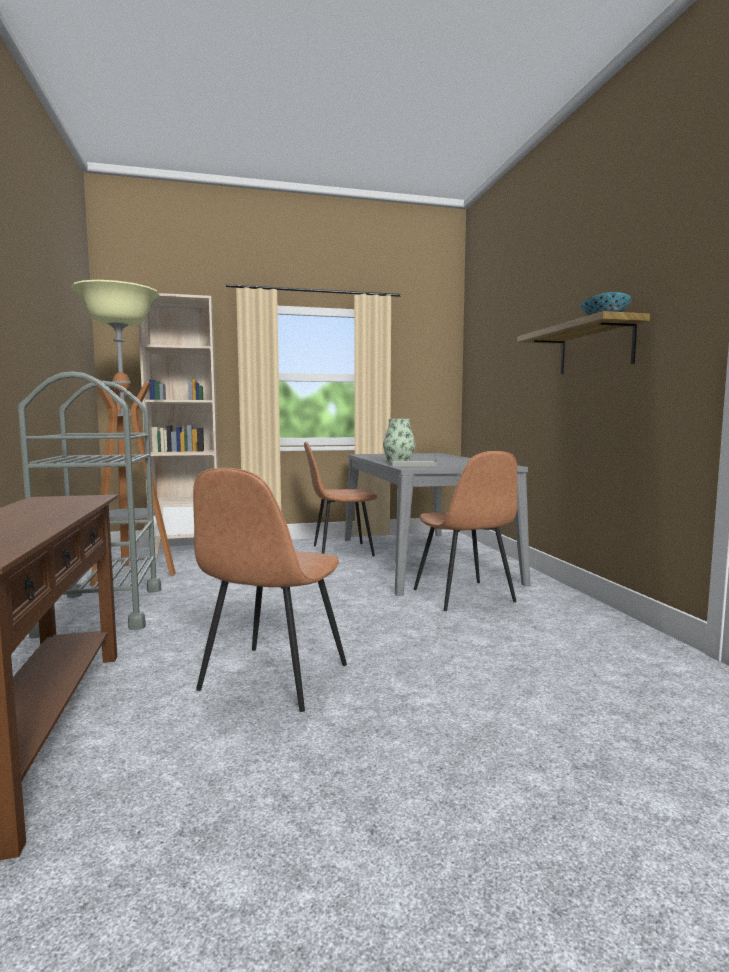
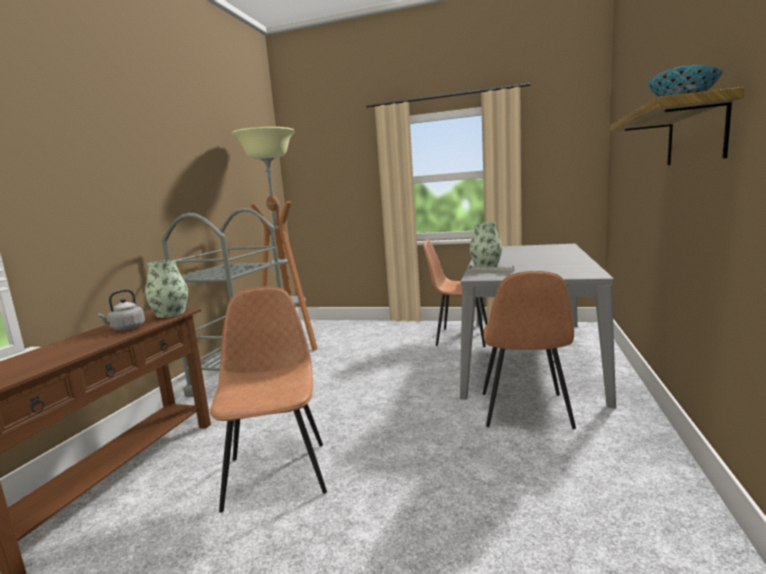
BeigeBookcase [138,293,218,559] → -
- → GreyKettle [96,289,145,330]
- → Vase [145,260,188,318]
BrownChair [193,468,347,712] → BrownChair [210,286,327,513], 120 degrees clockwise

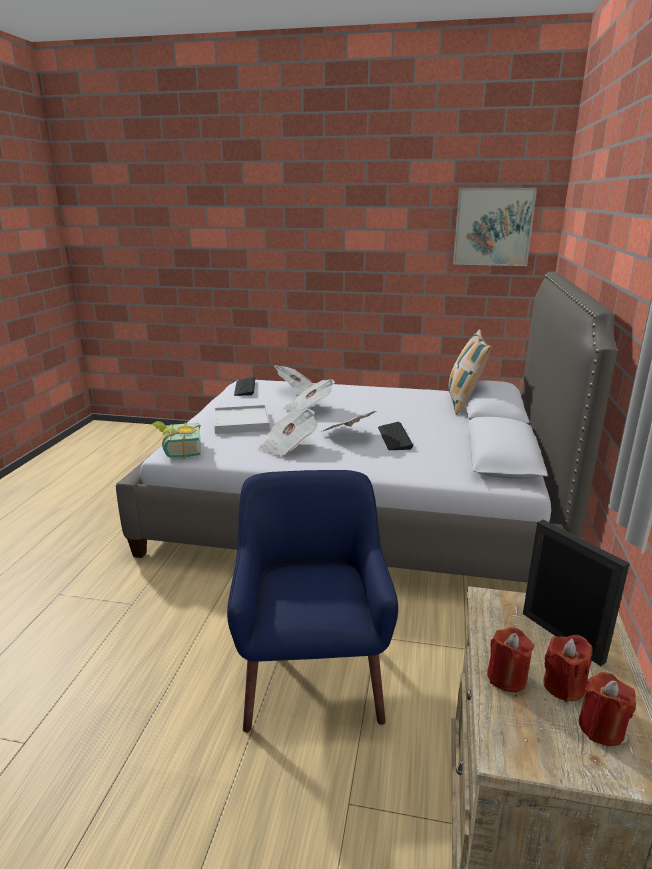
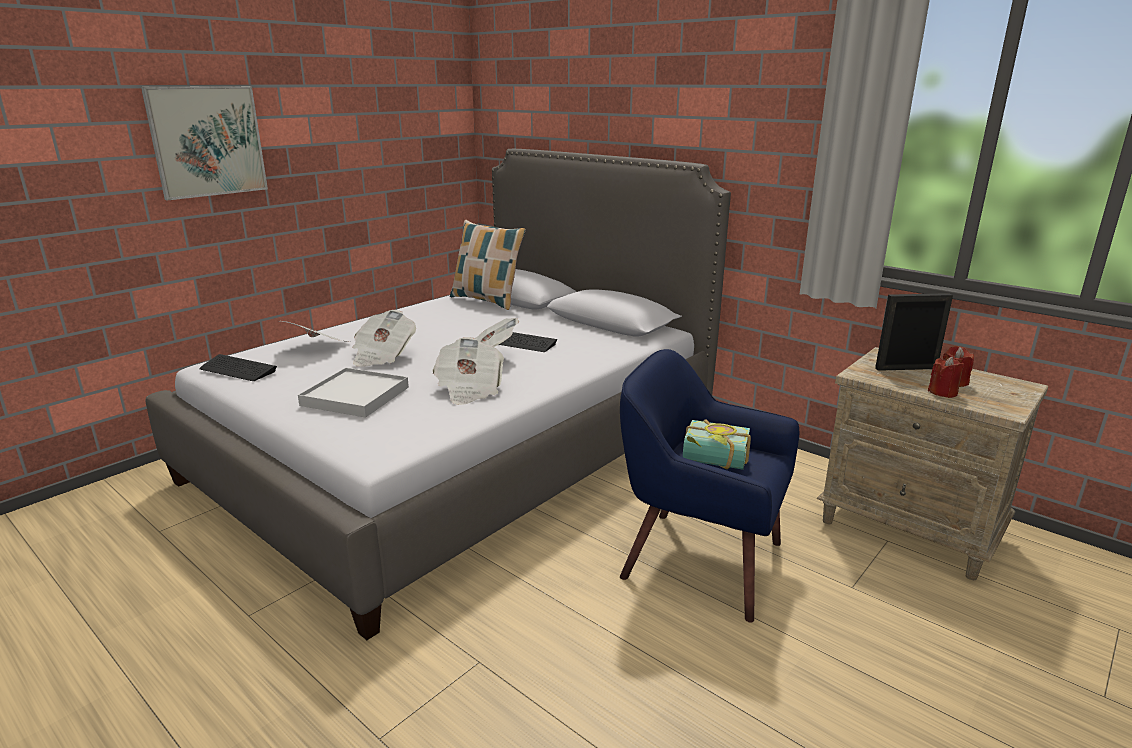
RedCandle [579,672,636,746] → -
Book [153,421,201,459] → Book [683,419,751,470], shifted
Picture [453,188,537,266] → Picture [141,86,268,200], shifted

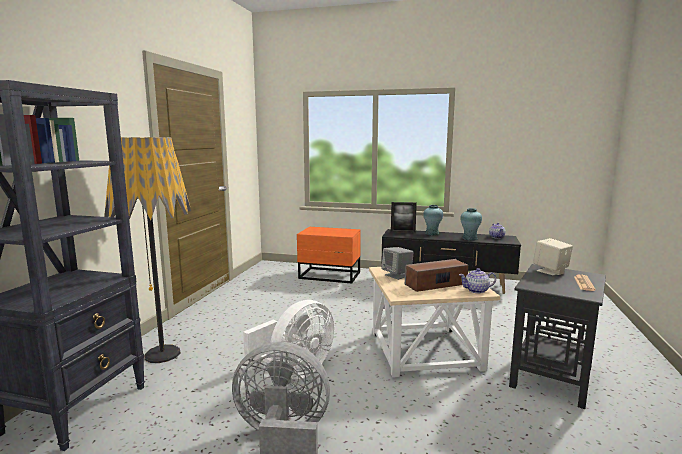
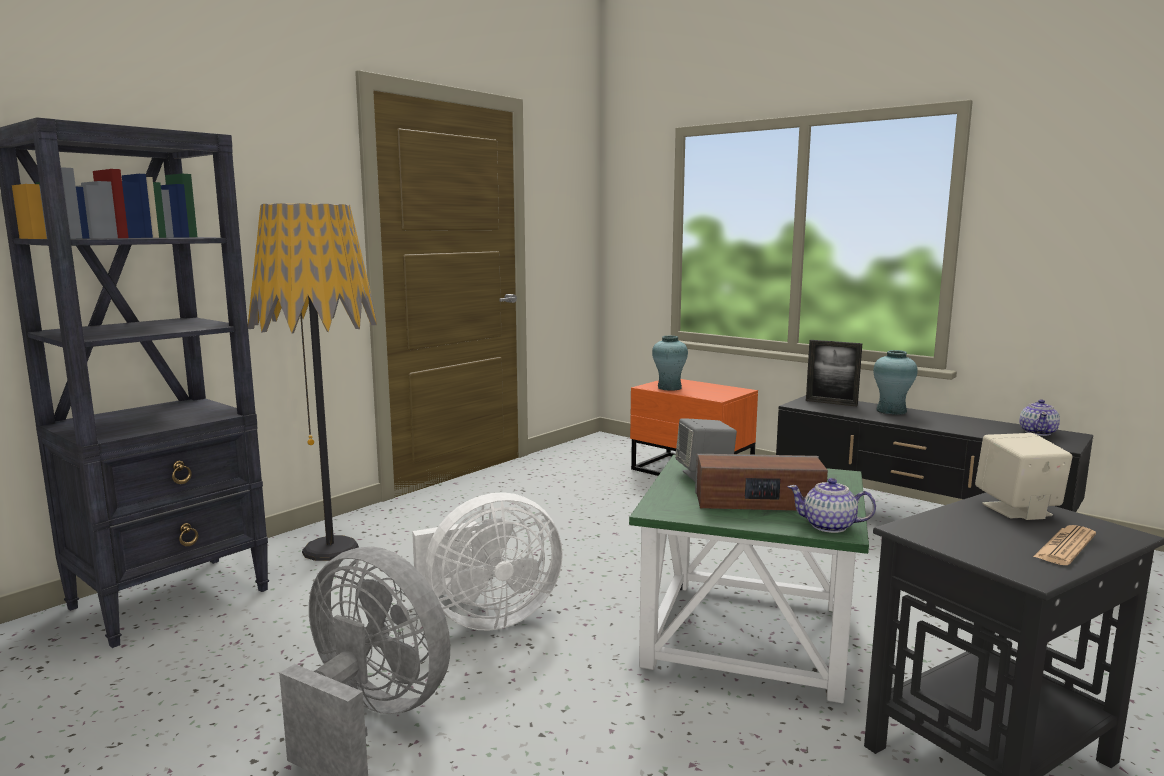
TurquoiseVase [460,208,482,241] → TurquoiseVase [652,336,688,391], shifted
BeigeSideTable [369,267,500,378] → GreenSideTable [629,455,869,703]

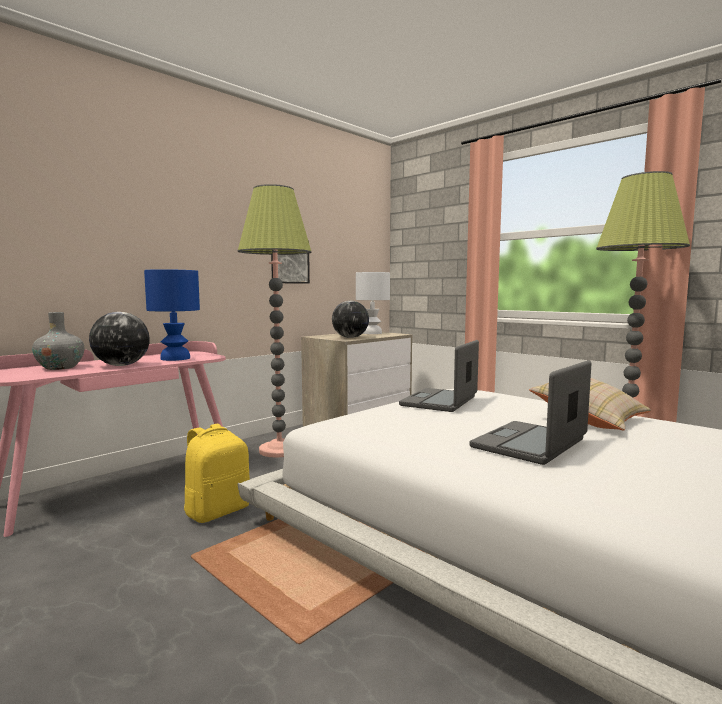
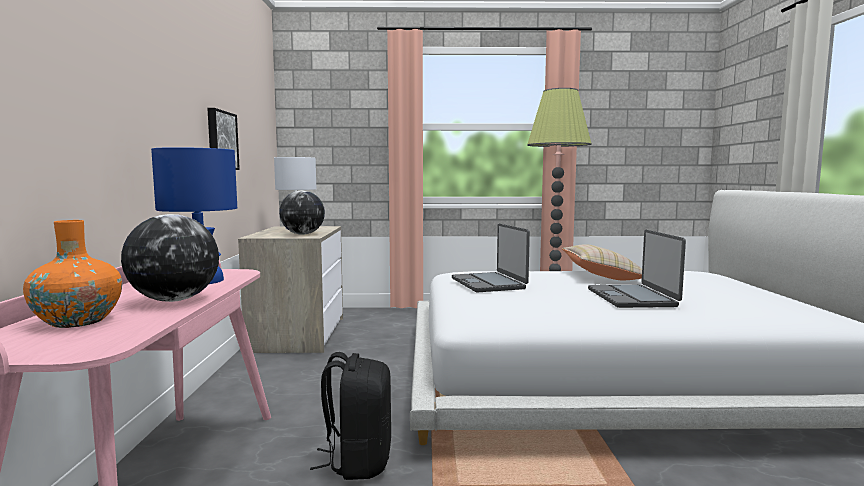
FloorLamp [238,184,312,458] → -
GreyVase [32,312,84,370] → OrangeVase [23,220,122,328]
YellowBackpack [184,424,250,523] → BlackBackpack [310,352,391,480]

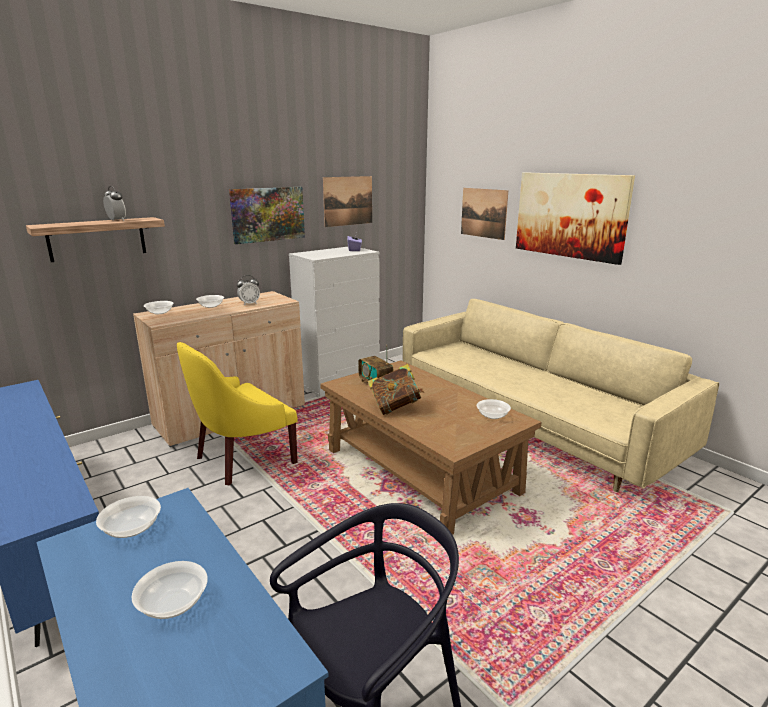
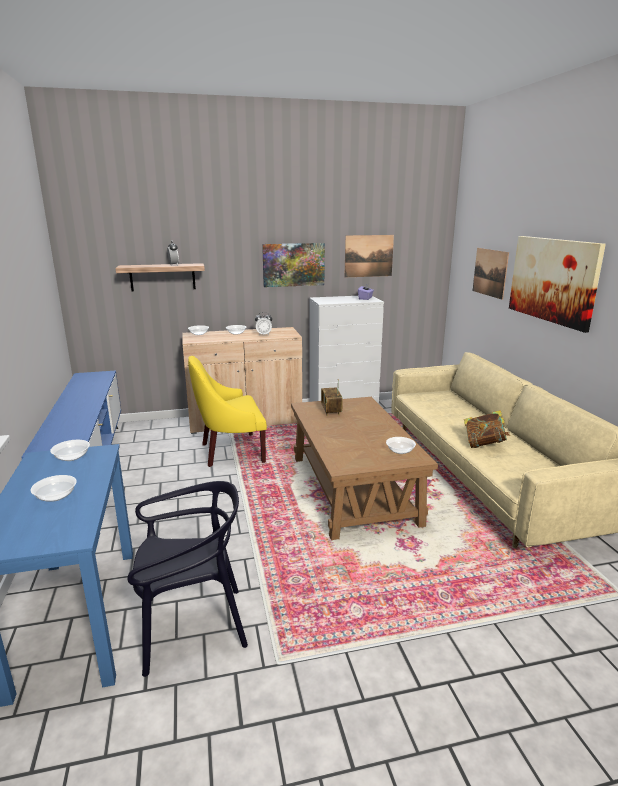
Book [368,364,424,415] → Book [464,410,510,448], shifted

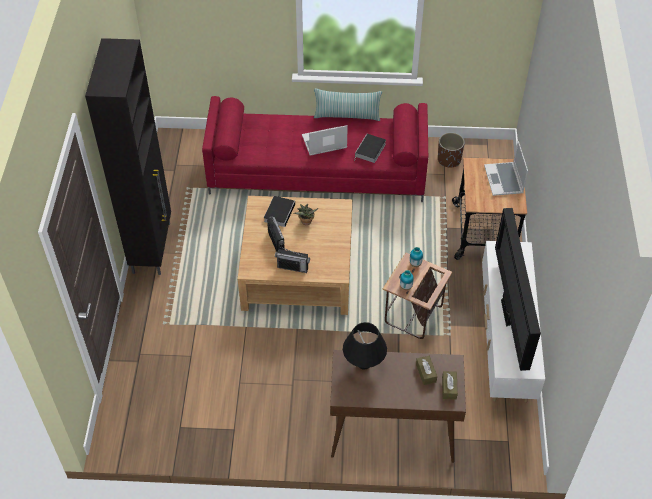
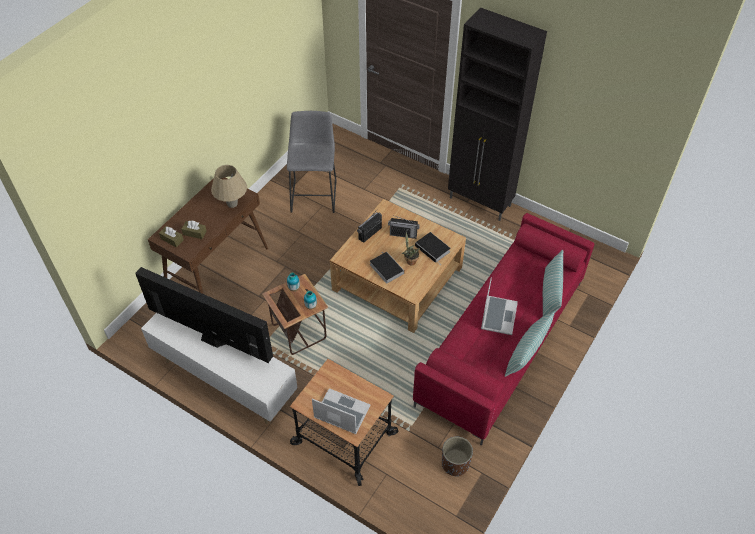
- → GreyStool [287,111,336,213]
- → Pillow [543,250,563,316]
Book [354,134,386,163] → Book [370,252,404,284], shifted
BlackTableLamp [343,322,387,370] → BeigeTableLamp [211,165,247,208]

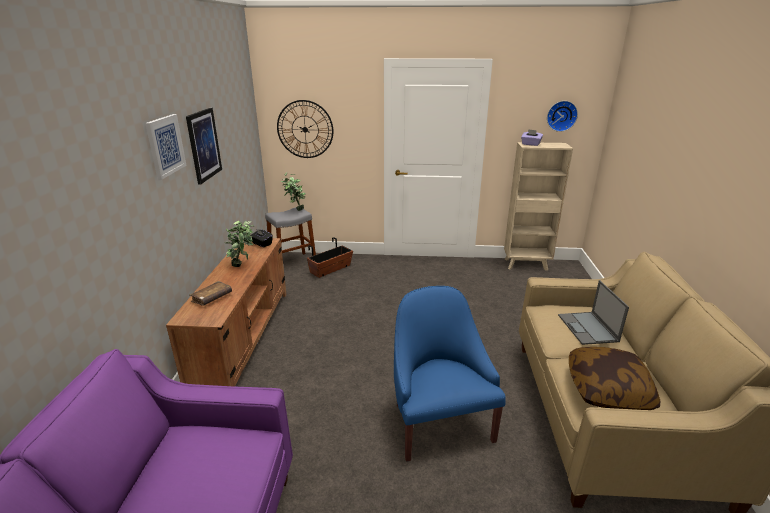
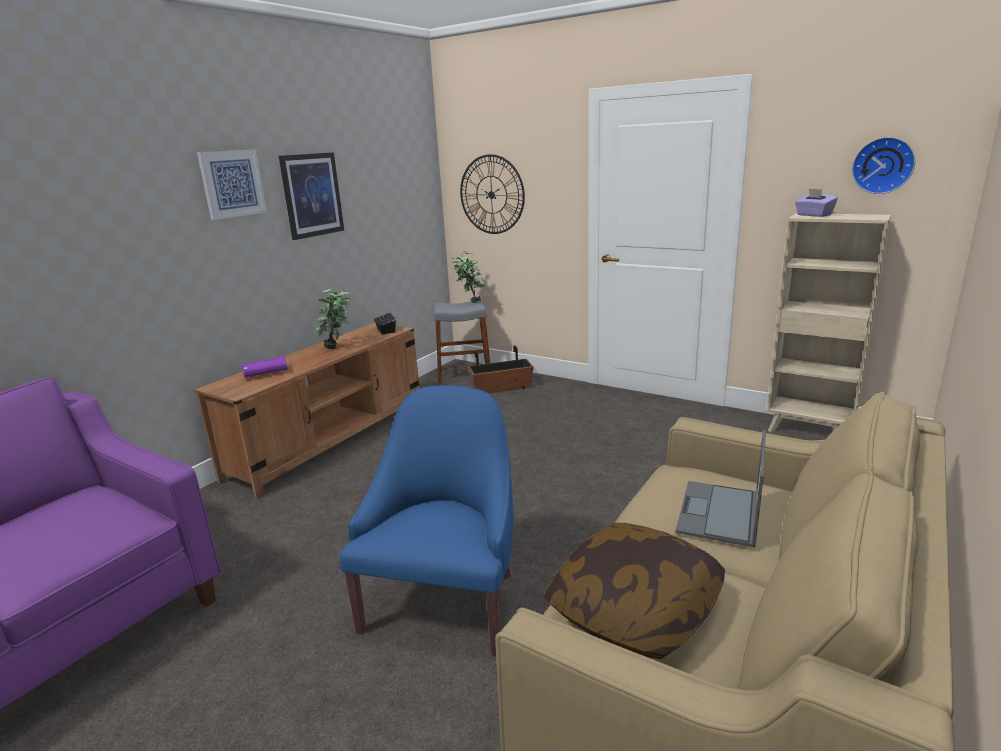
BrownBook [189,281,232,306] → PurpleBook [241,356,288,377]

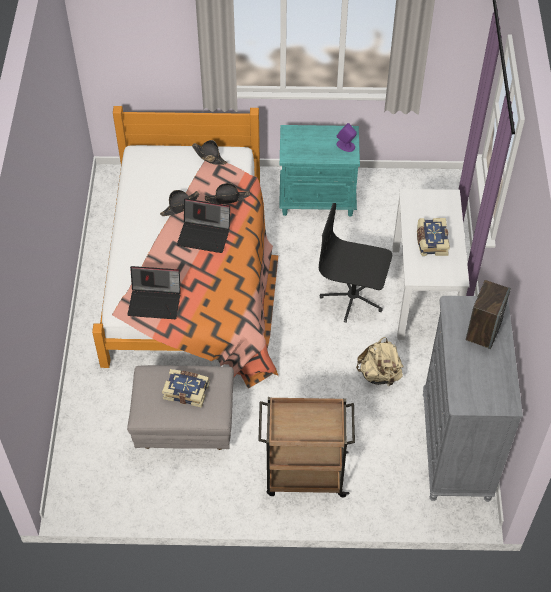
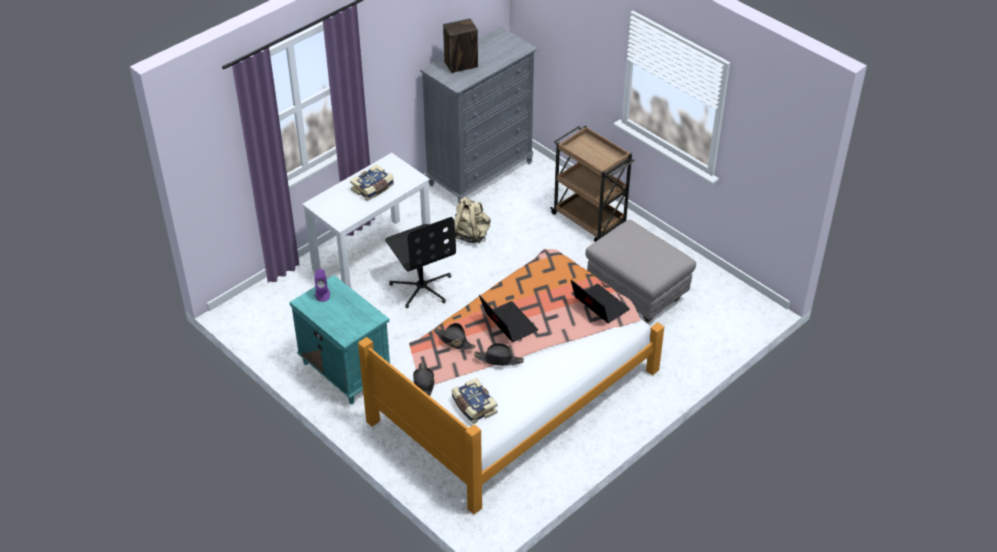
Book [162,369,210,408] → Book [451,378,497,424], shifted

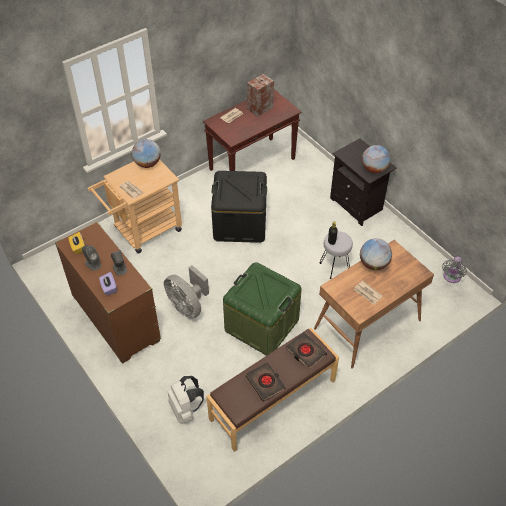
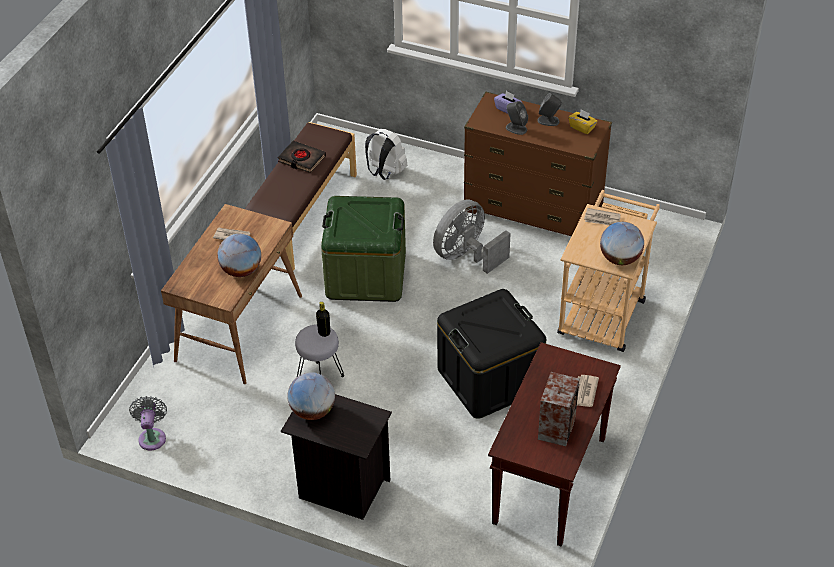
BlackBook [286,332,327,370] → -
GreyFan [164,265,209,319] → GreyFan [433,199,511,274], 60 degrees counterclockwise

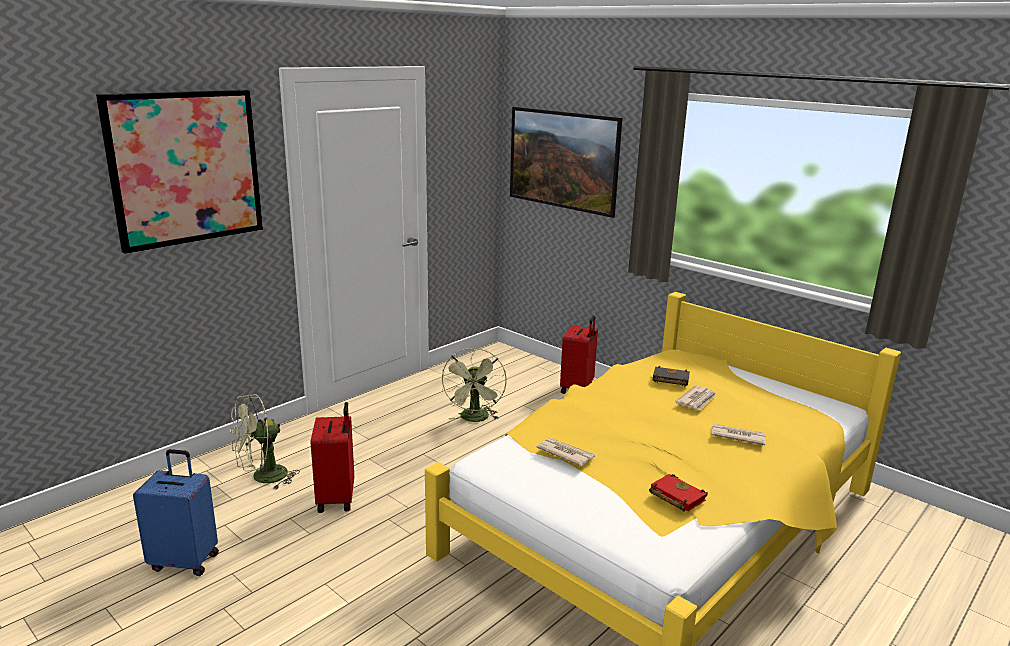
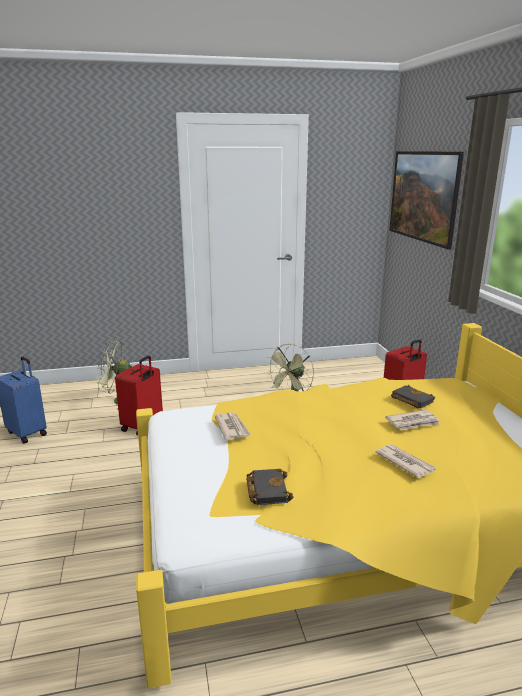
Picture [96,90,263,254] → -
RedBook [649,474,708,512] → BlackBook [246,469,293,505]

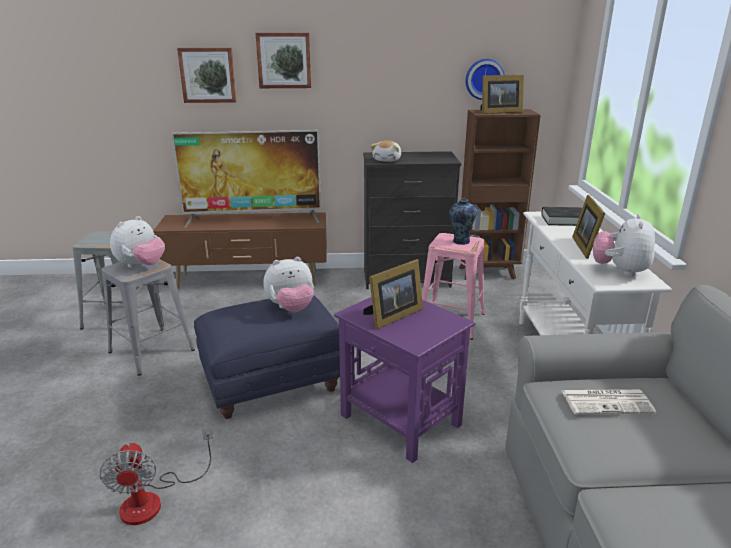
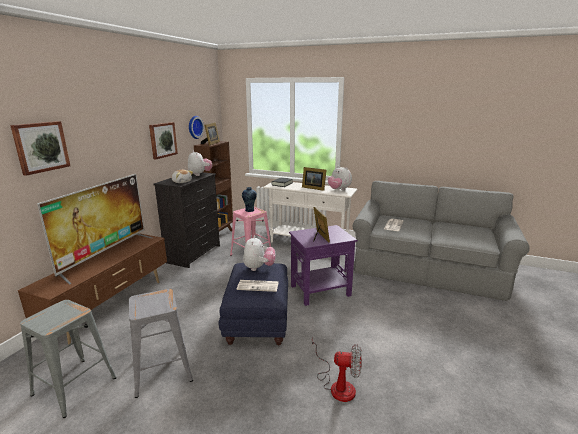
- → Newspaper [237,280,279,292]
PlushToy [110,216,165,268] → PlushToy [188,151,213,176], shifted
Picture [255,32,311,88] → Picture [149,122,178,159], shifted

